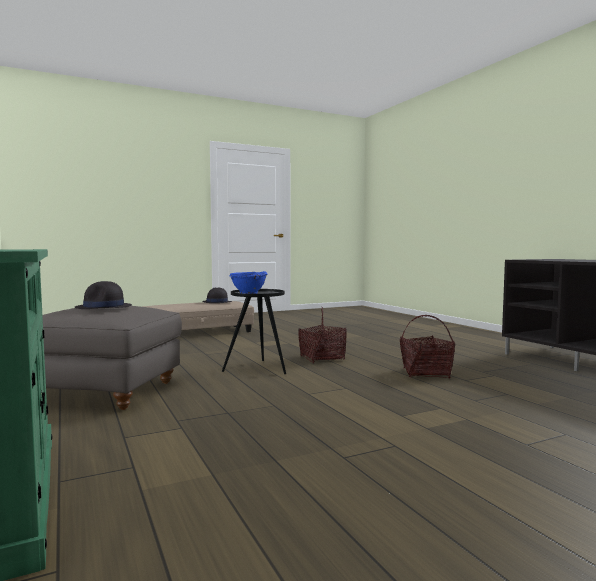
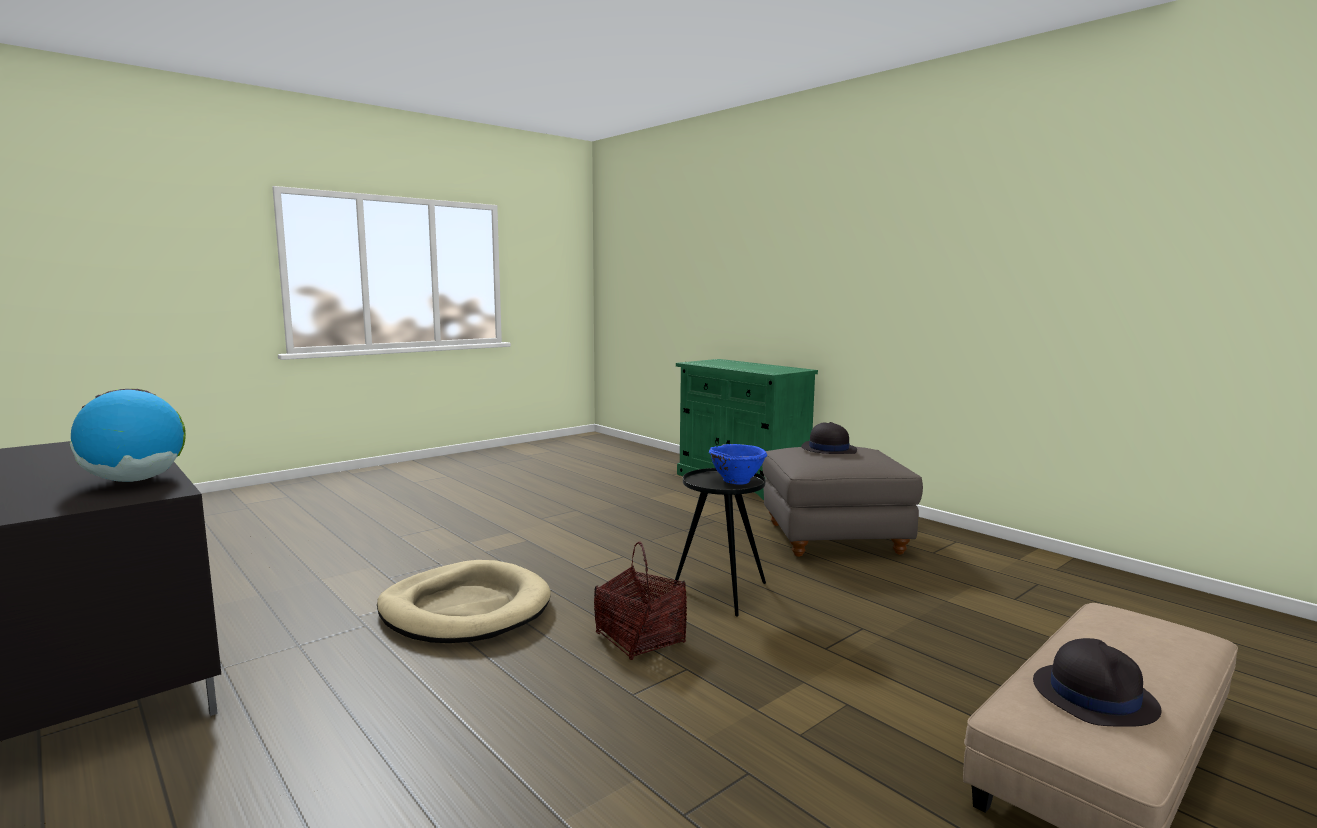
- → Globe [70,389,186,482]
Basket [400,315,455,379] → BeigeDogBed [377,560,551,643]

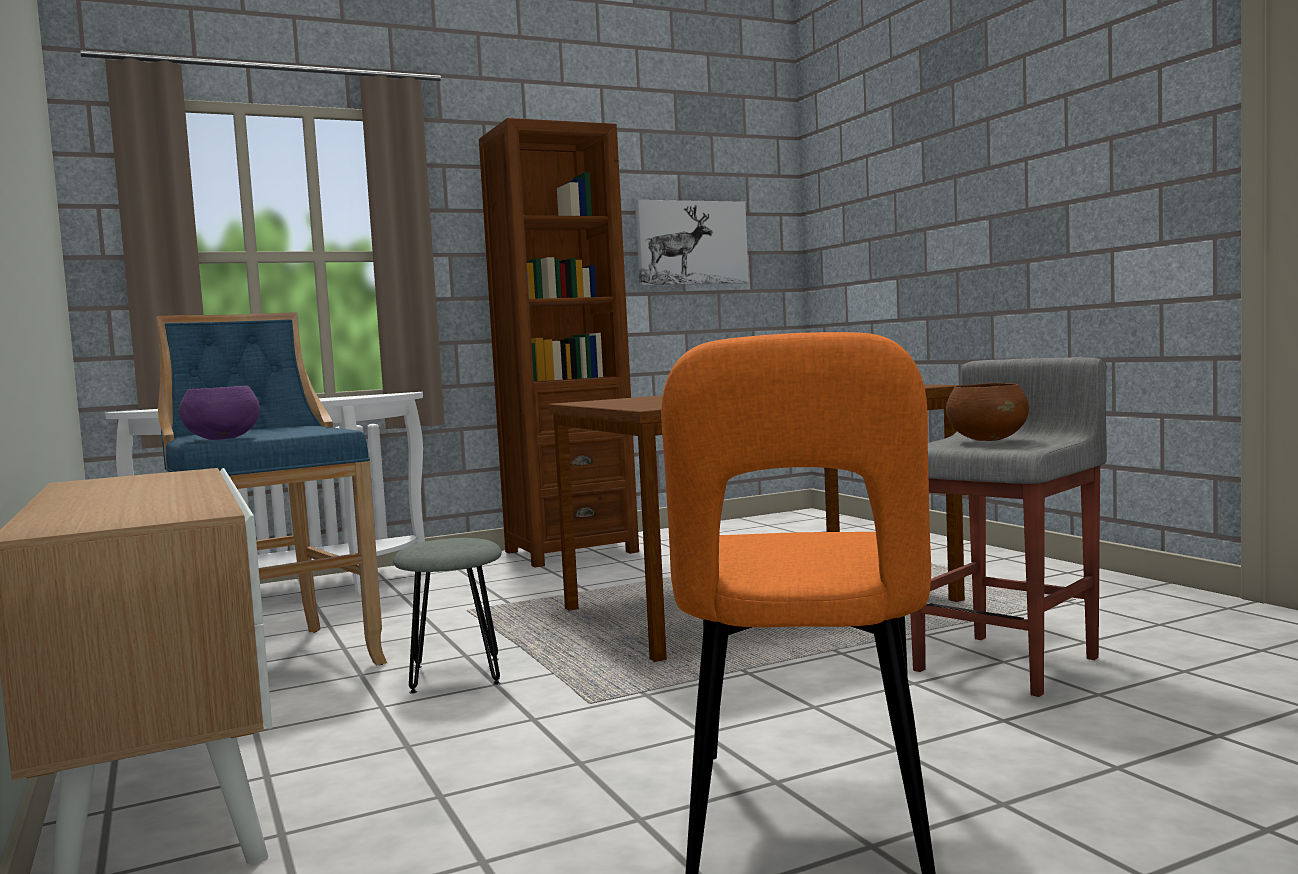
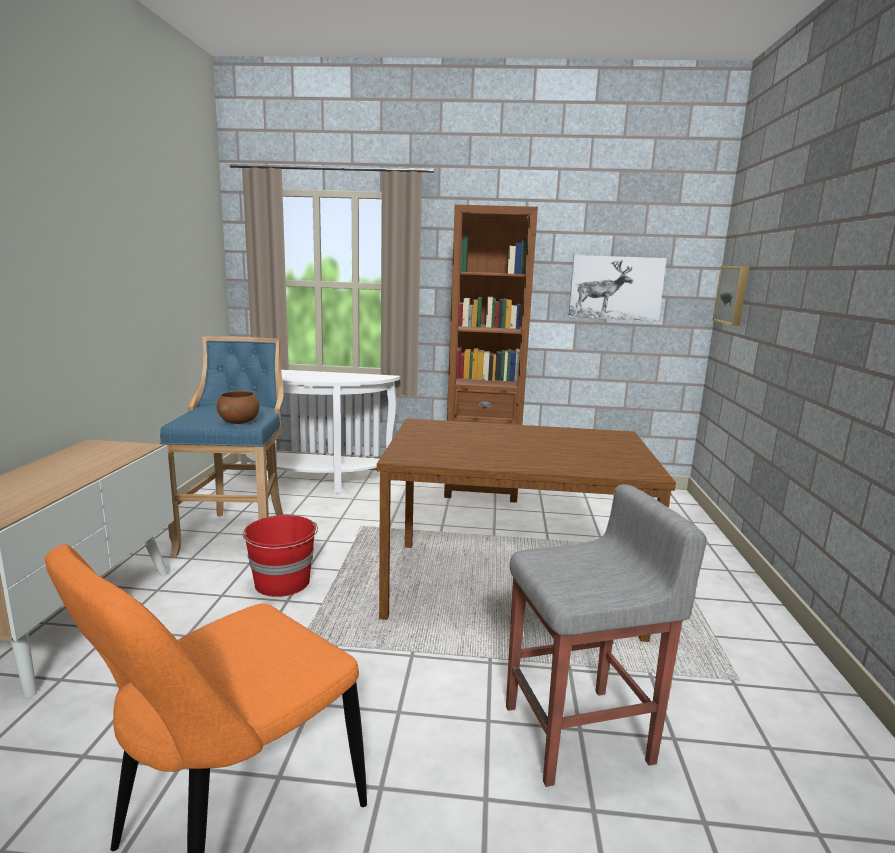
PurpleBowl [179,386,260,440] → -
- → Picture [713,266,749,326]
BrownBowl [946,383,1029,441] → BrownBowl [217,391,259,424], shifted
GreyStool [393,538,502,694] → RedBucket [243,515,318,597]

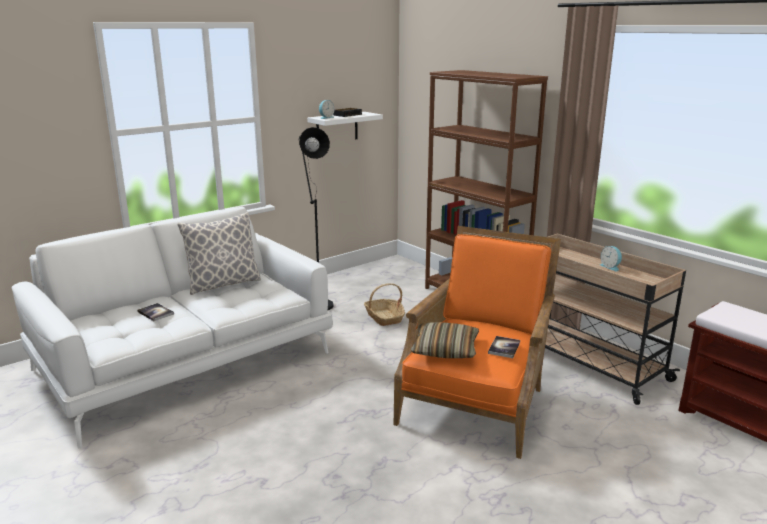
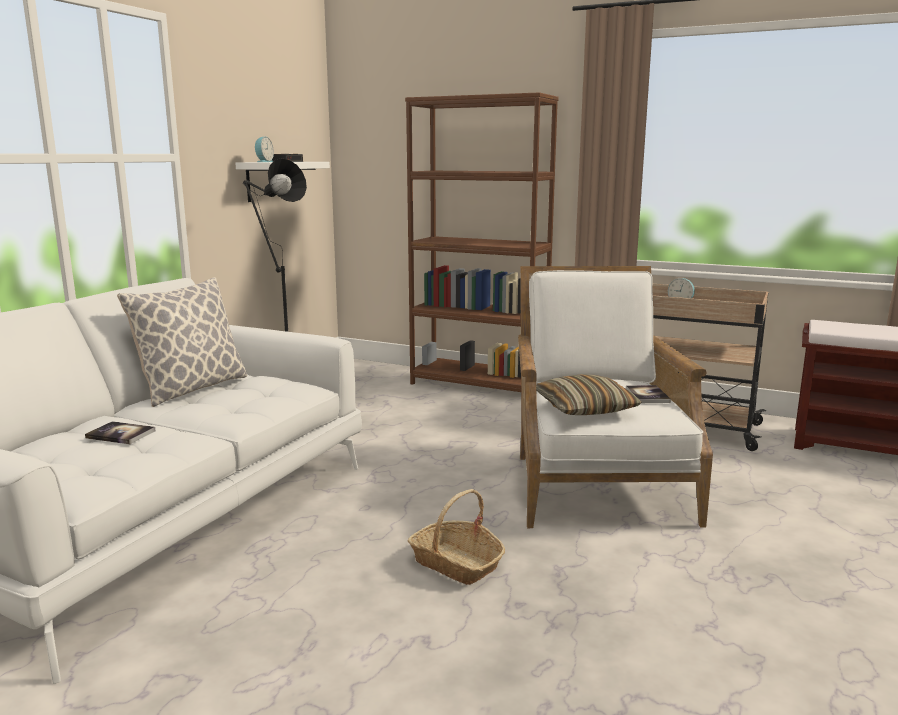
Basket [364,283,405,326] → Basket [408,489,505,585], shifted
OrangeArmchair [394,226,561,459] → WhiteArmchair [518,266,713,528]

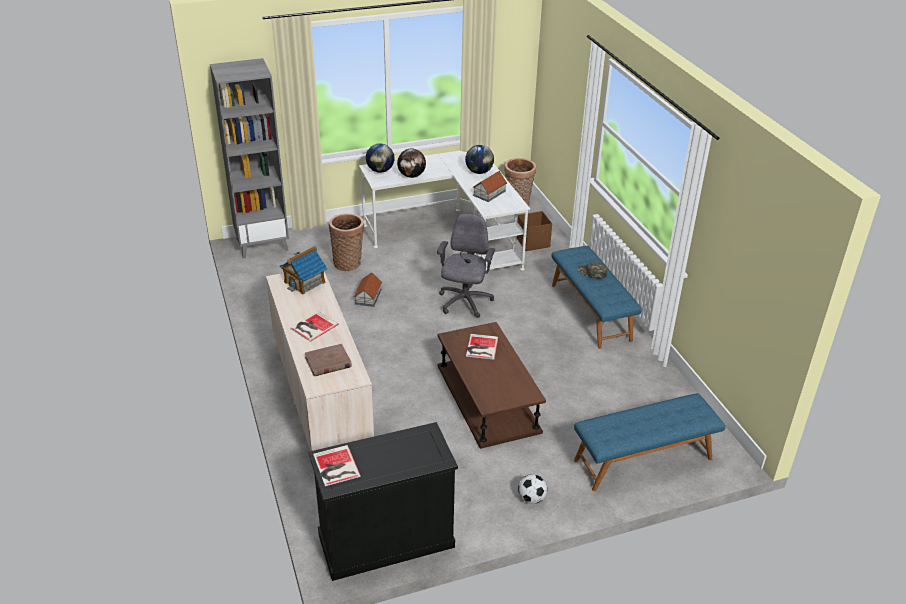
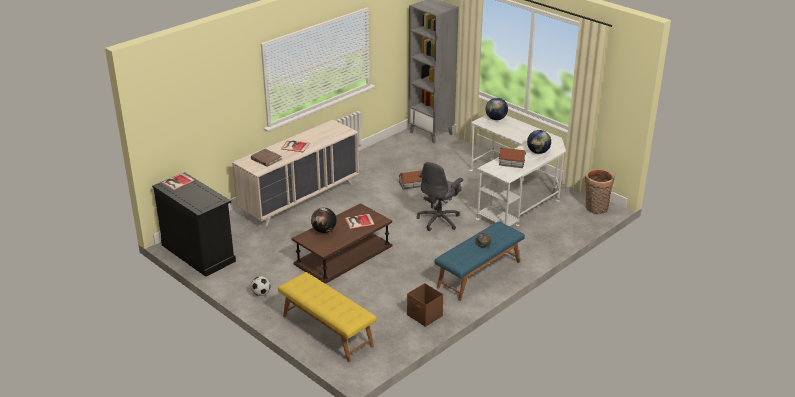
ToyHouse [280,246,328,294] → -
Basket [329,213,364,271] → -
Globe [397,148,426,178] → Globe [311,208,337,233], shifted
BrownStorageBox [517,211,552,251] → BrownStorageBox [407,283,443,327], shifted
BlueBench [574,393,725,491] → YellowBench [278,272,377,362]
GreyOfficeChair [437,214,495,318] → GreyOfficeChair [416,162,463,231], 135 degrees clockwise

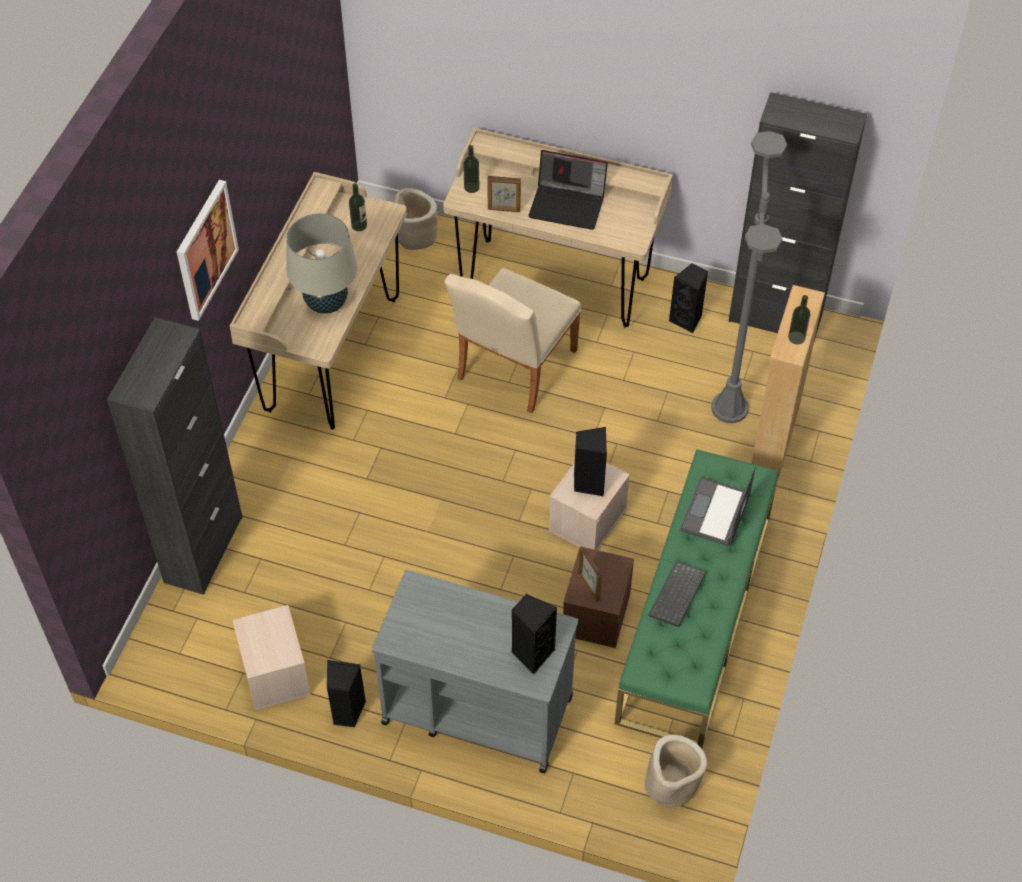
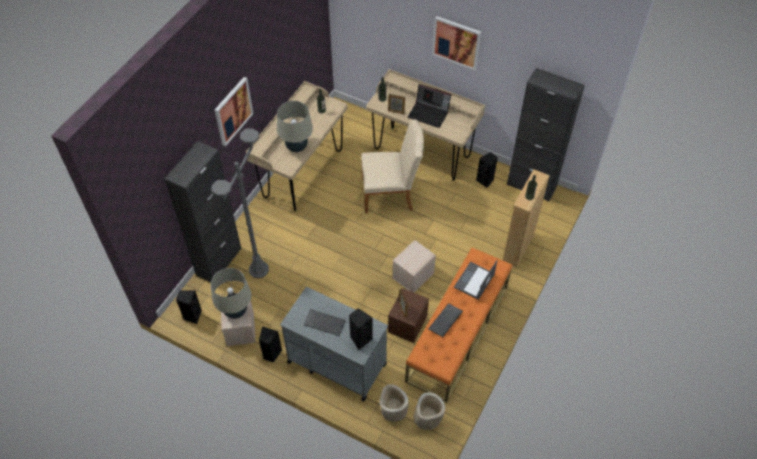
- → BeigeTableLamp [211,268,251,319]
- → Keyboard [304,309,346,336]
- → Picture [432,16,481,71]
BeigePlanter [394,188,438,250] → BeigePlanter [379,384,409,421], shifted
BlackSpeaker [574,427,607,496] → BlackSpeaker [176,290,202,324], shifted
GreyFloorLamp [711,131,787,423] → GreyFloorLamp [211,129,269,278], shifted
GreenBench [615,449,779,748] → OrangeBench [405,247,512,402]
BeigeChair [444,268,581,413] → BeigeChair [361,119,424,213], 135 degrees counterclockwise

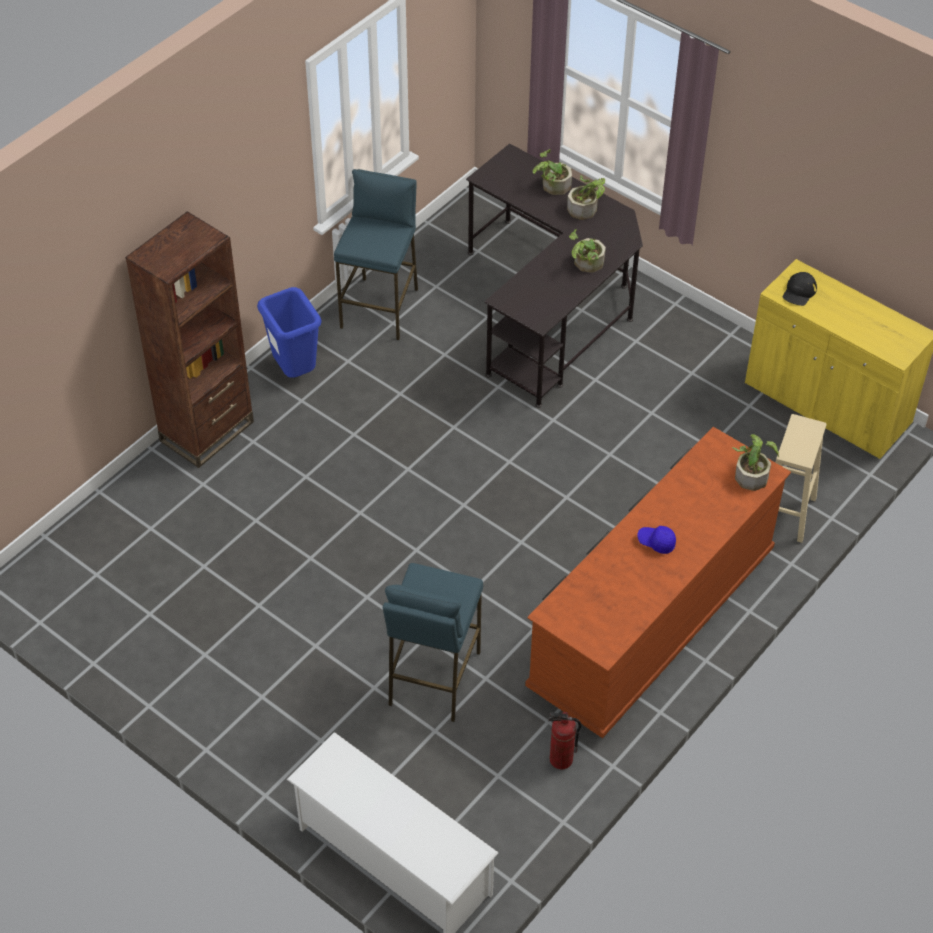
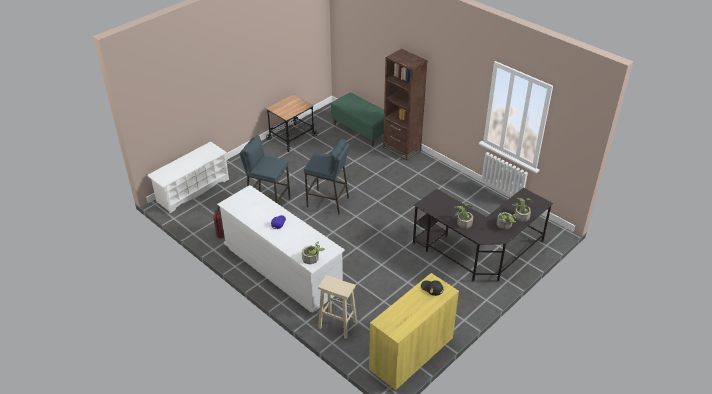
BlueTrashCan [257,287,322,378] → -
- → Cart [266,94,318,152]
- → GreenBench [331,93,384,146]
BlueStool [334,169,418,340] → BlueStool [304,138,350,215], shifted
BrownDresser [525,427,791,738] → WhiteDresser [217,185,345,312]

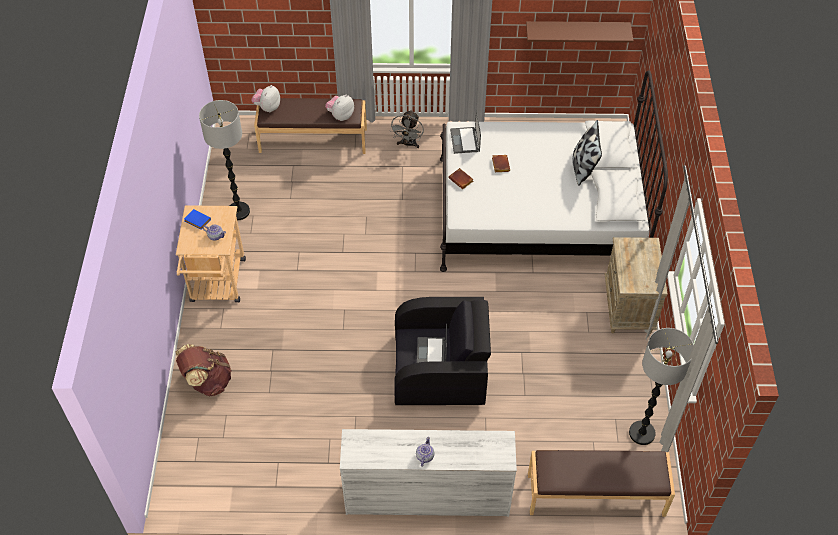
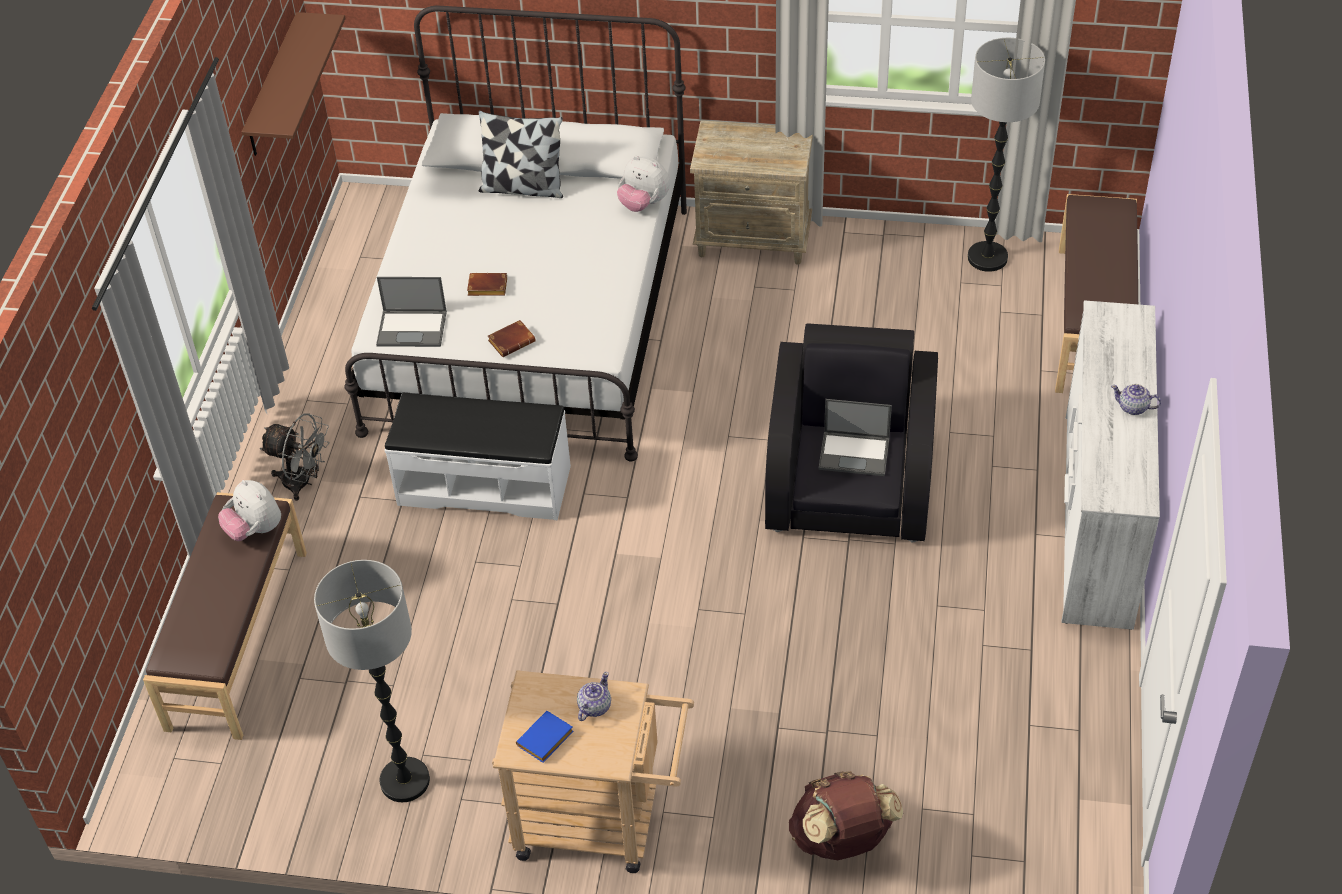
- → WhiteBench [384,392,571,520]
PlushToy [251,85,280,112] → PlushToy [617,156,670,212], shifted

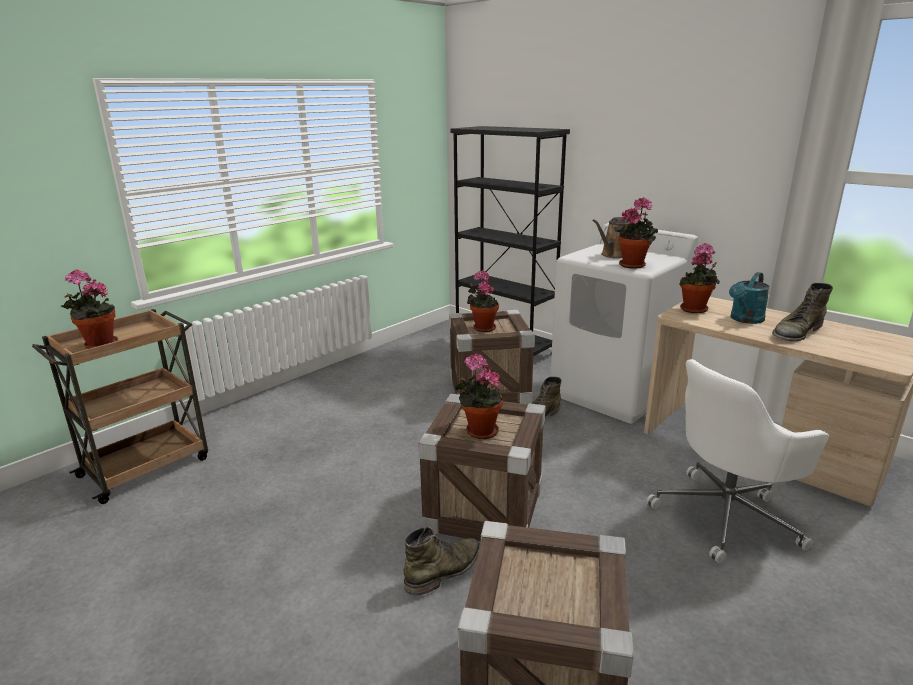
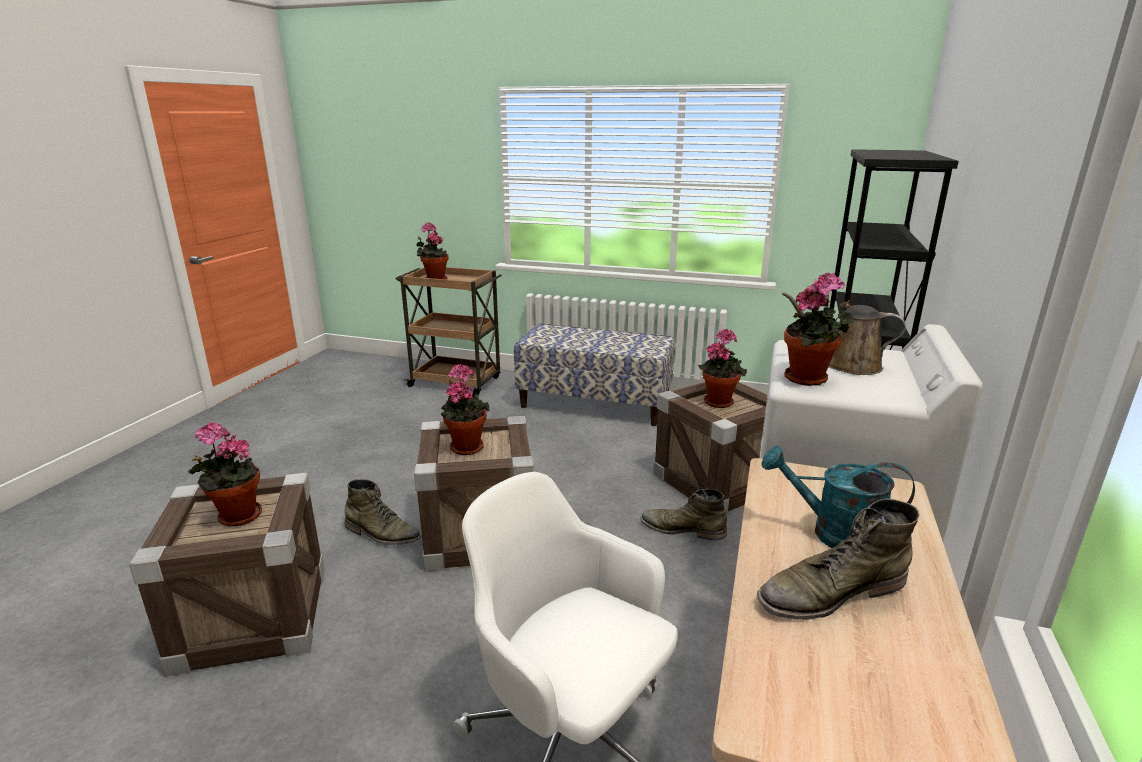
- → Bench [514,324,675,426]
PottedPlant [679,243,720,313] → PottedPlant [187,422,262,526], shifted
GreenBoot [772,283,833,342] → GreenBoot [757,498,919,620], 45 degrees counterclockwise

